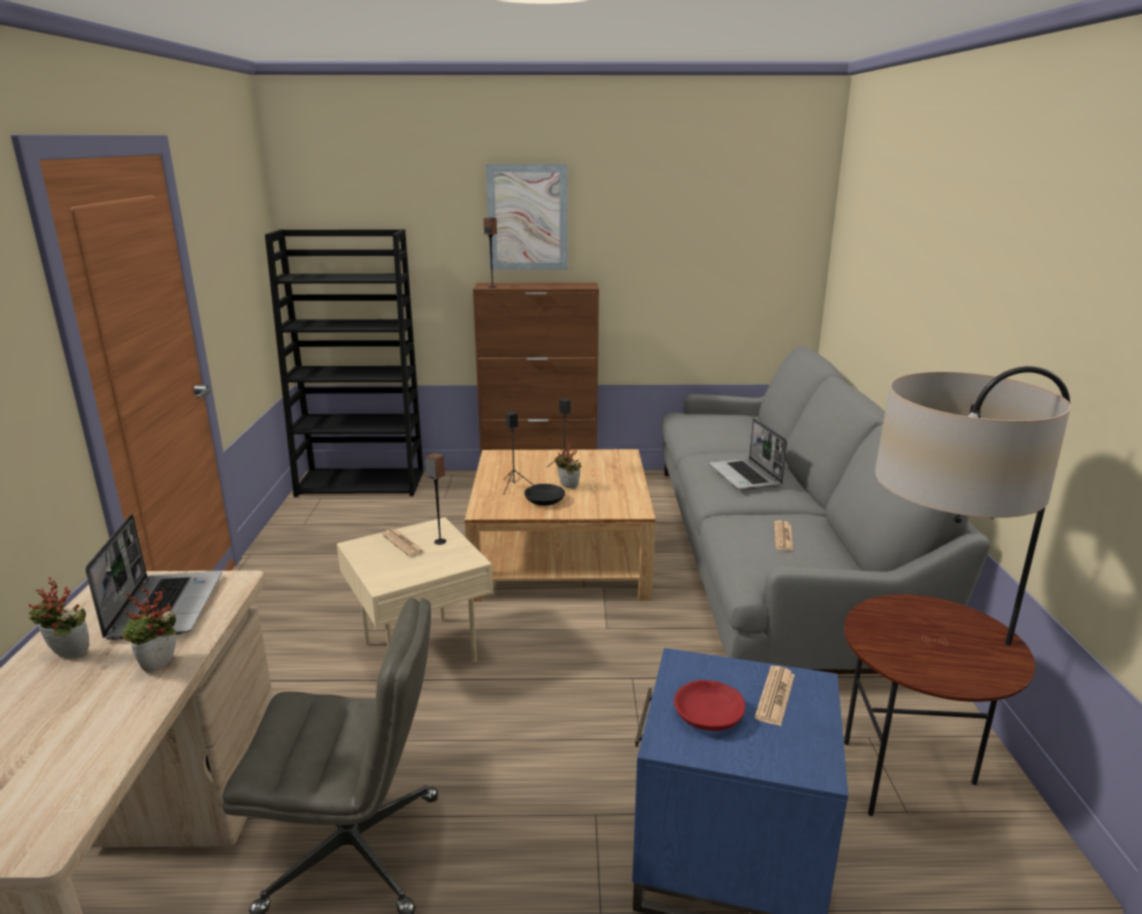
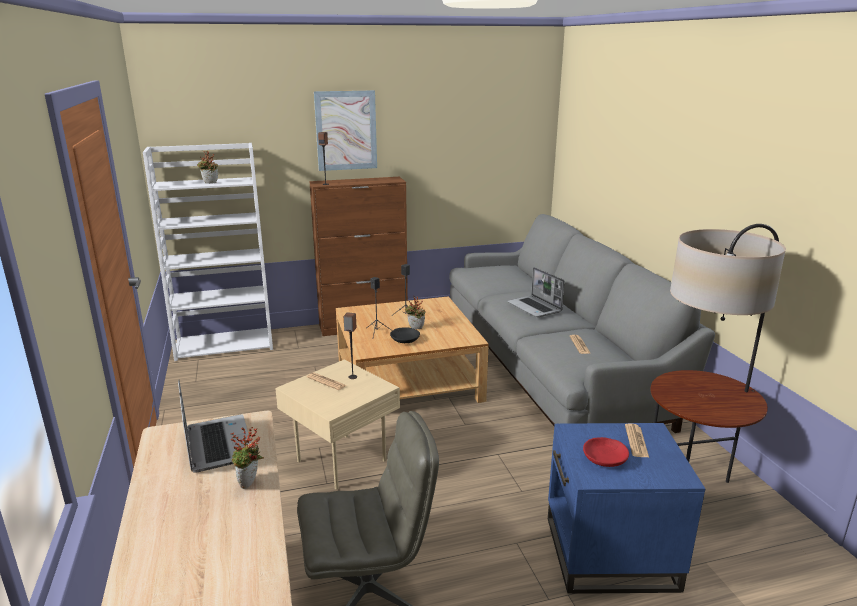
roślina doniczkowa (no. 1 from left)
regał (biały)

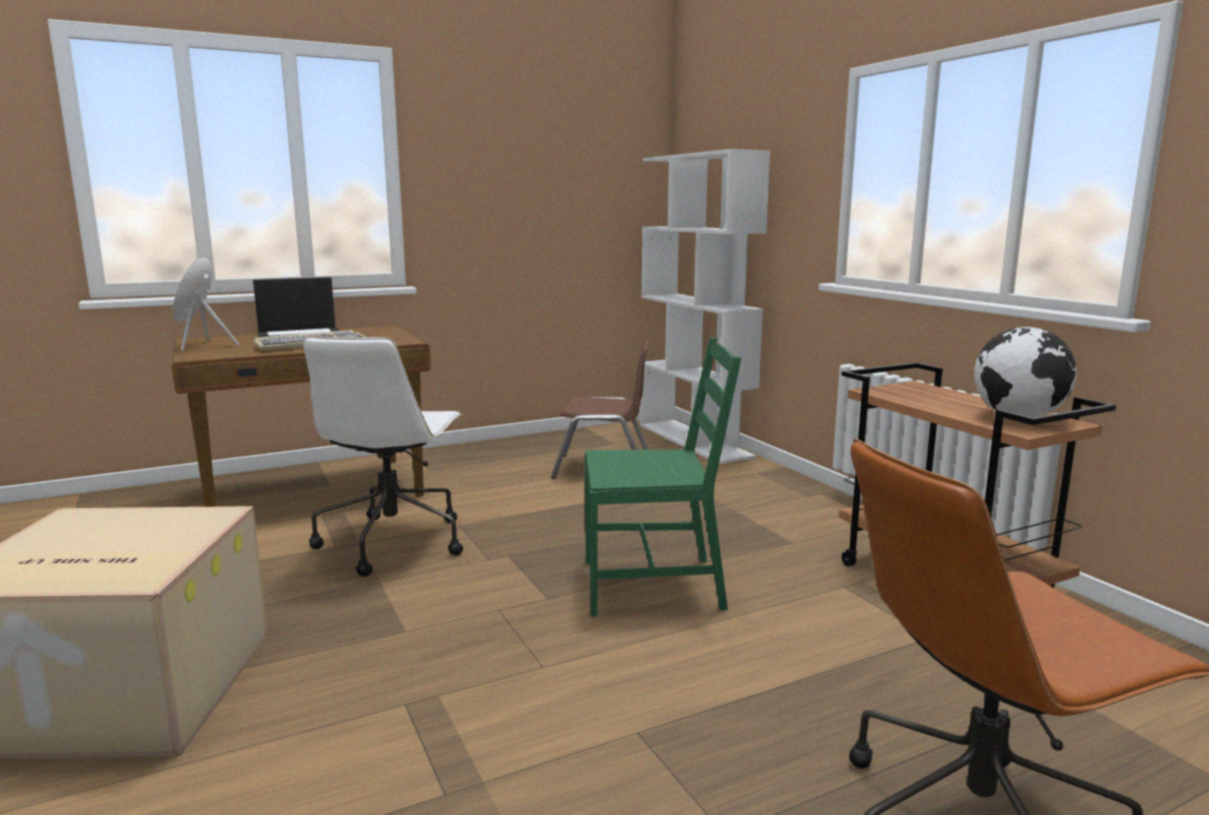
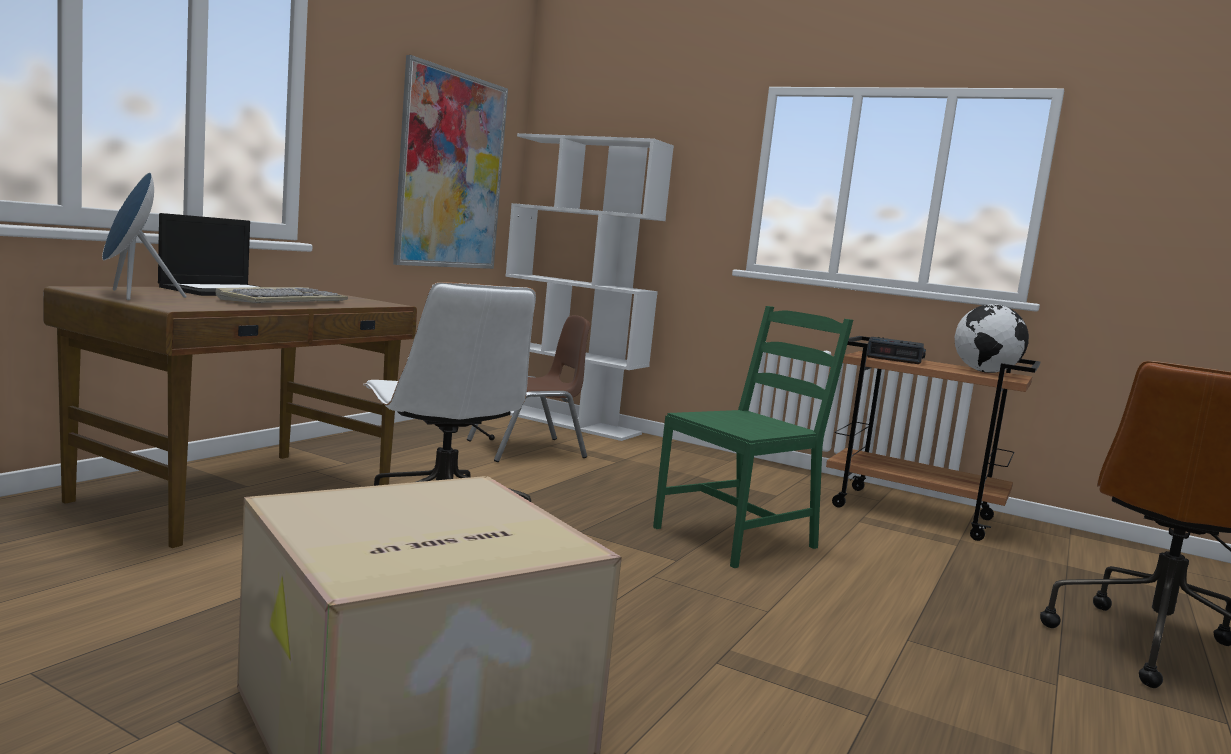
obraz
budzik

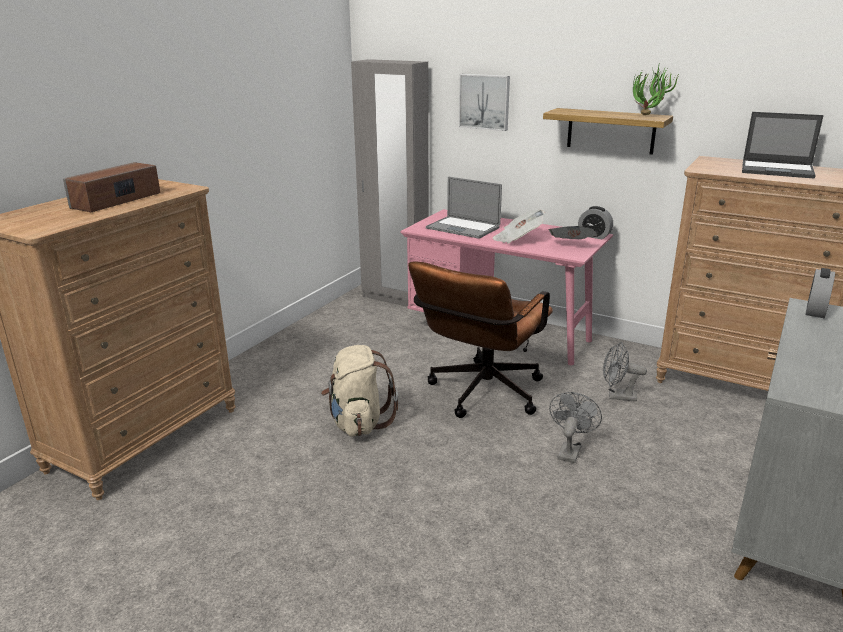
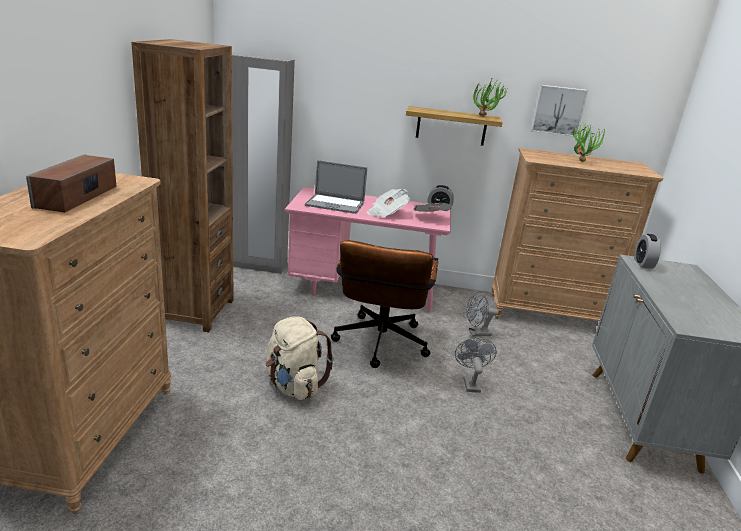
obraz
roślina doniczkowa (no. 2 from left)
regał (brązowy)

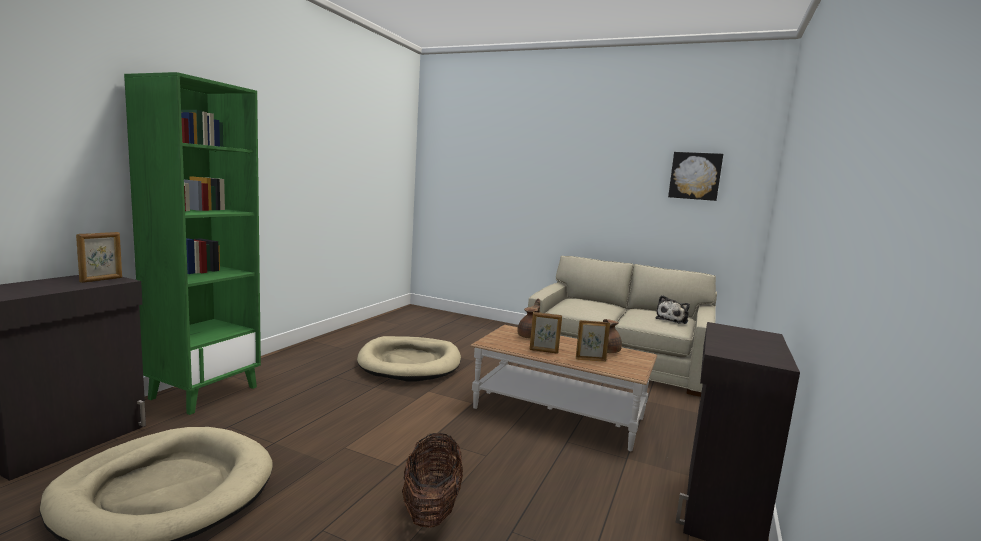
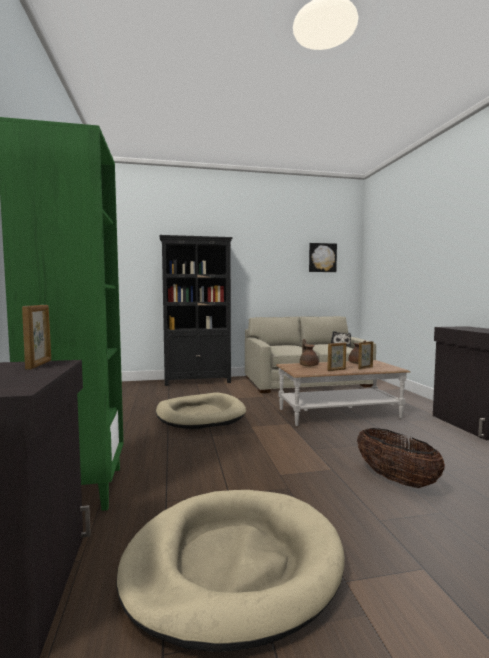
regał (czarny)

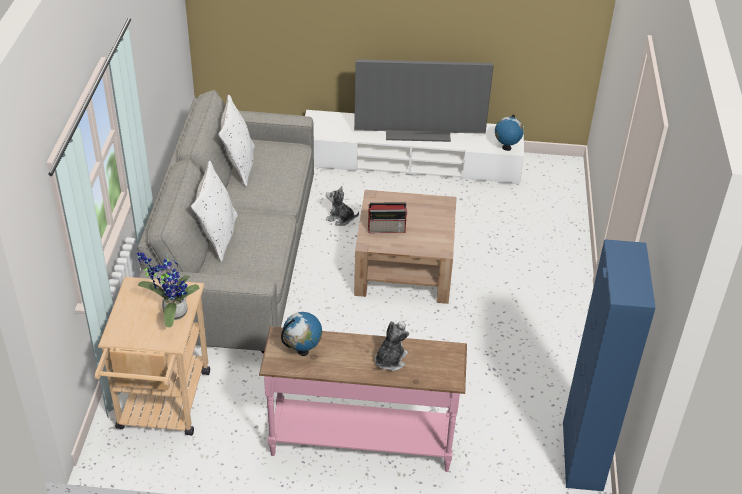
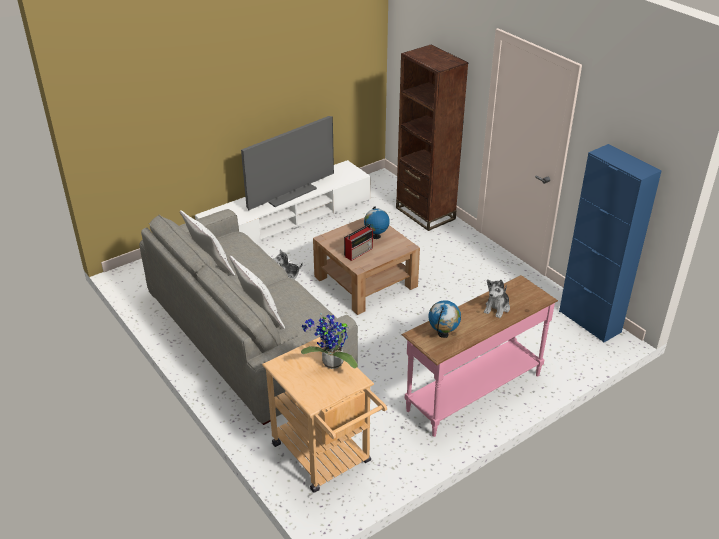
pluszak (no. 2 from left)
globus (no. 1 from left)
regał (brązowy)

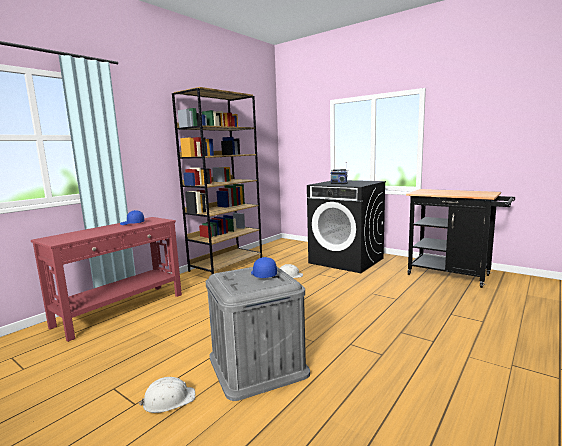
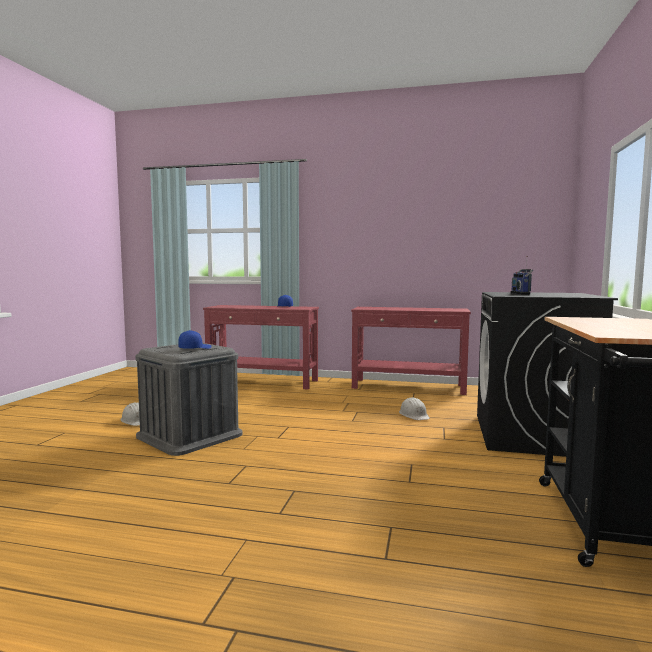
stolik konsolowy (czerwony) (no. 2 from left)

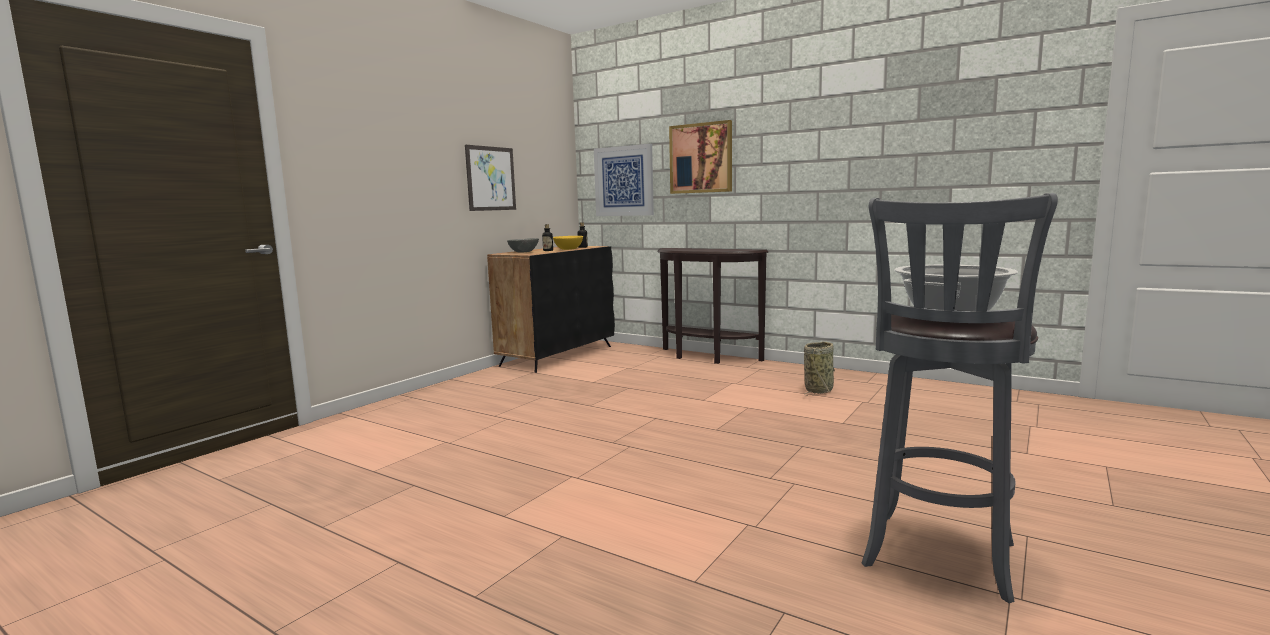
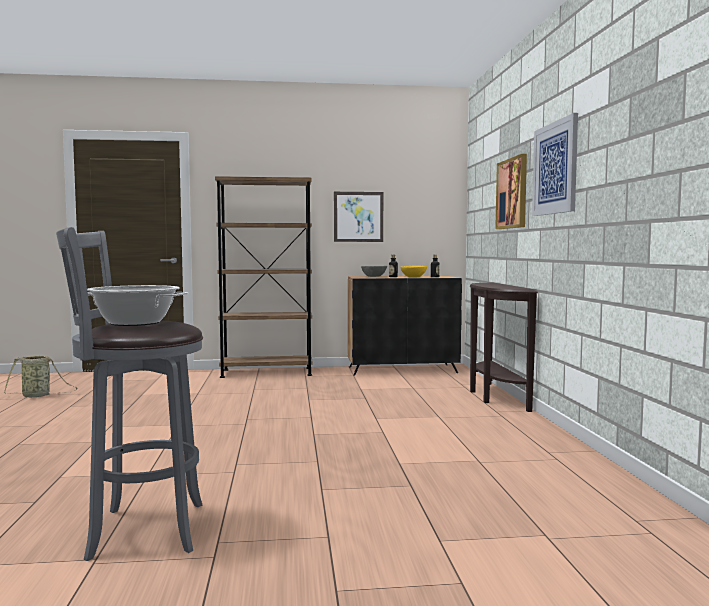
obraz (no. 3 from left)
koszyk
regał (brązowy)

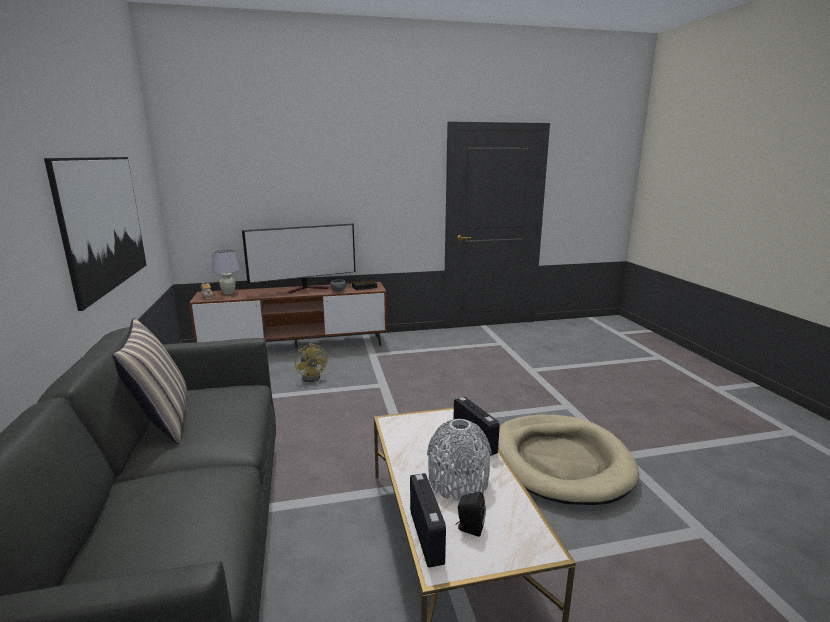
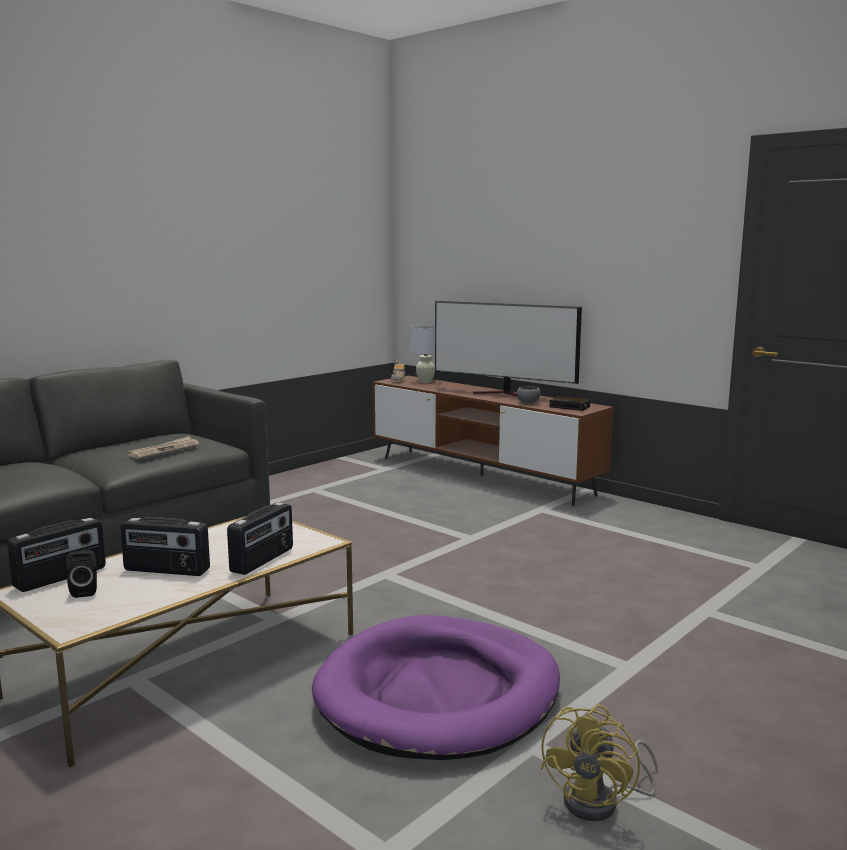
obraz
poduszka
wentylator (żółty)
radio (no. 2 from left)
legowisko (fioletowy)
gazeta

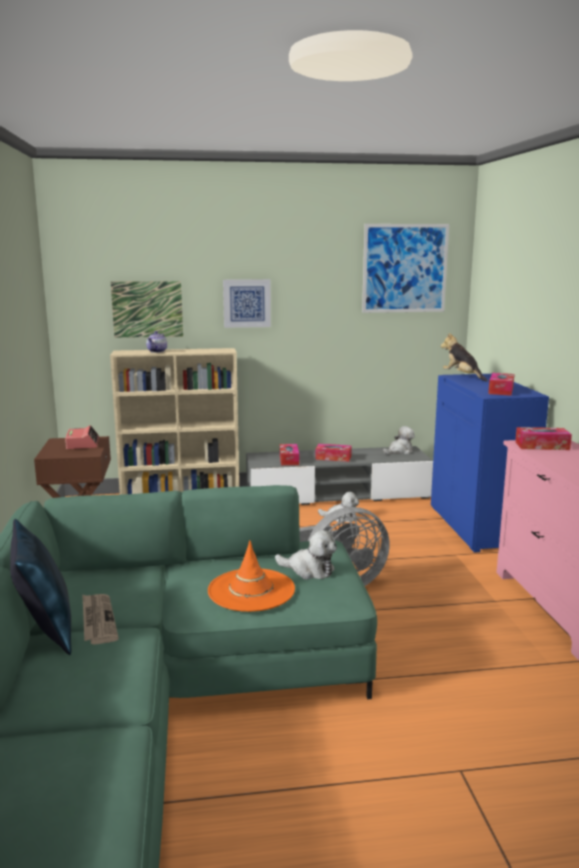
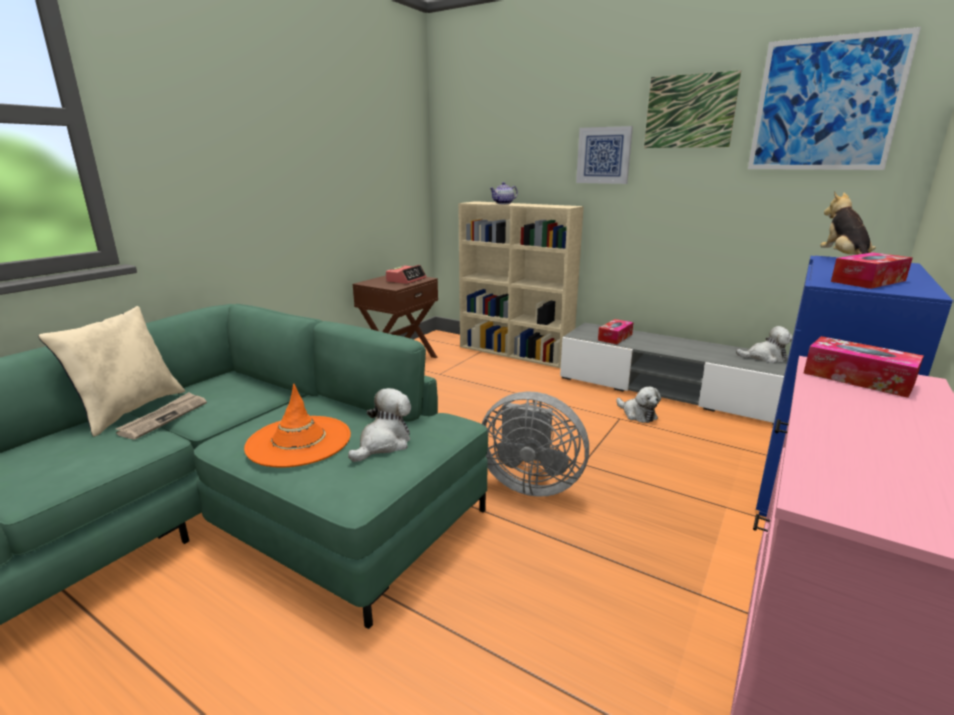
poduszka (beżowy)
obraz (no. 2 from left)
pluszak (no. 1 from left)
pudełko chusteczek (no. 2 from left in the first image)

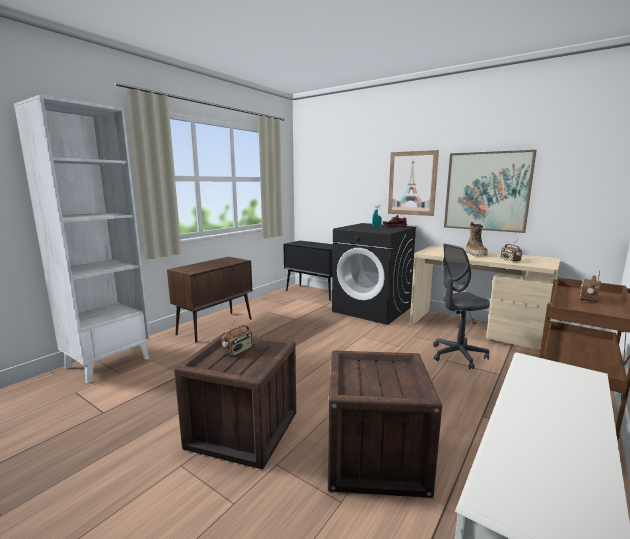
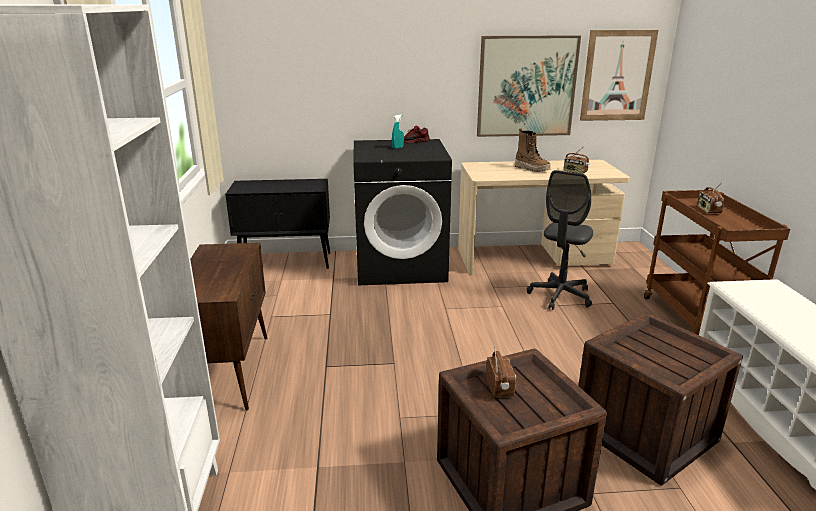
obraz (no. 2 from left)

